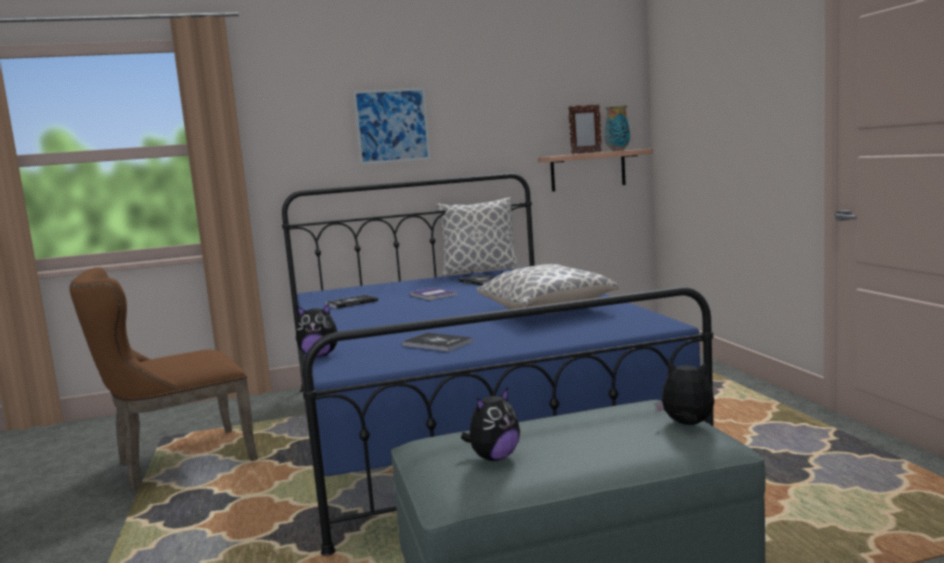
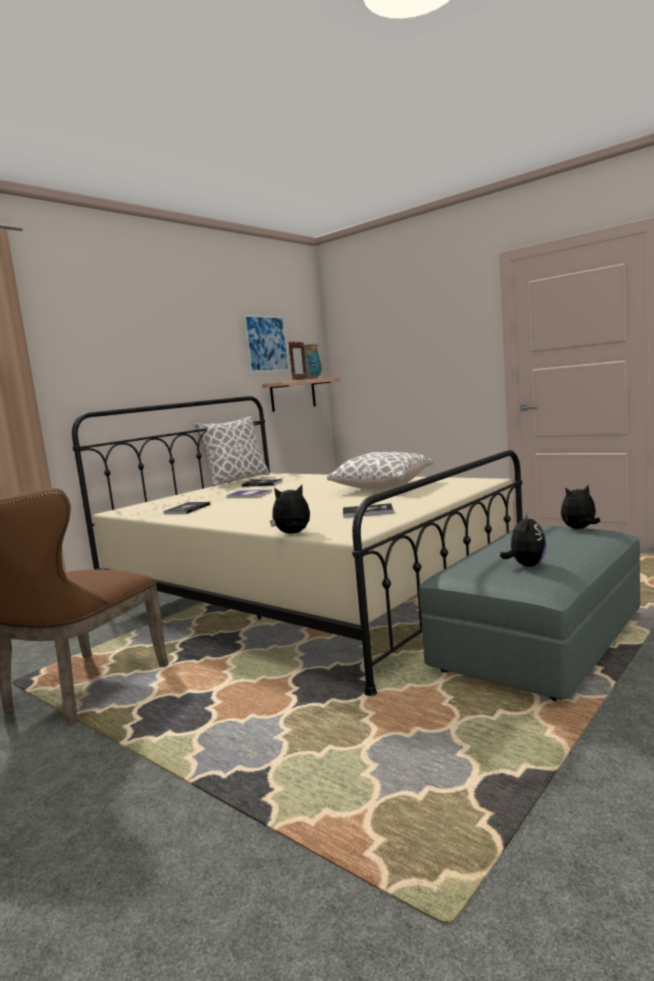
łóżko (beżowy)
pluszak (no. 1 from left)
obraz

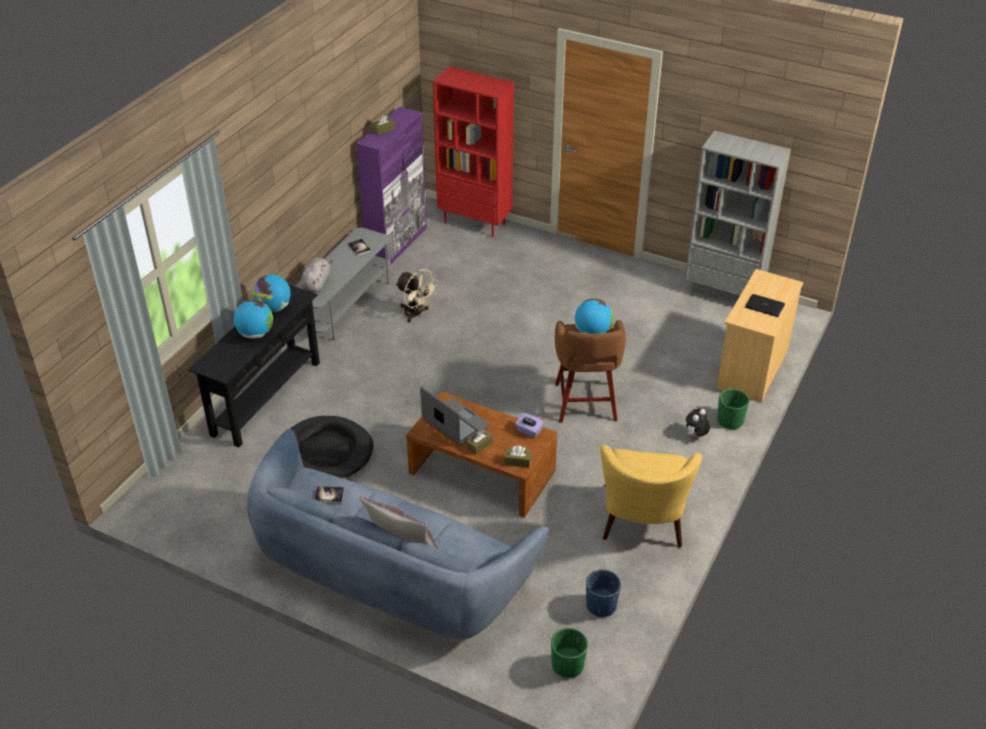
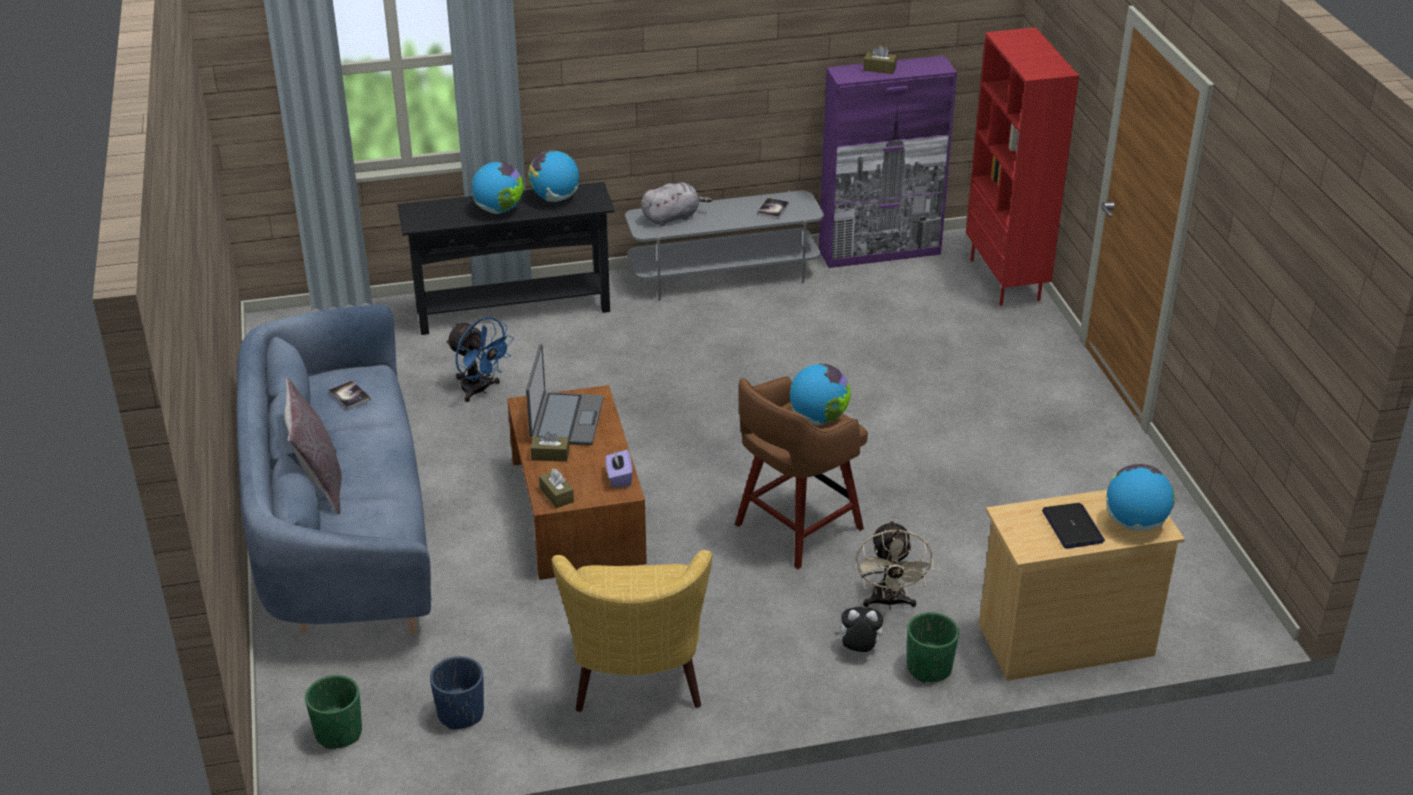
wentylator (niebieski)
wentylator (beżowy)
fotel (żółty)
regał (szary)
globus (no. 4 from left)

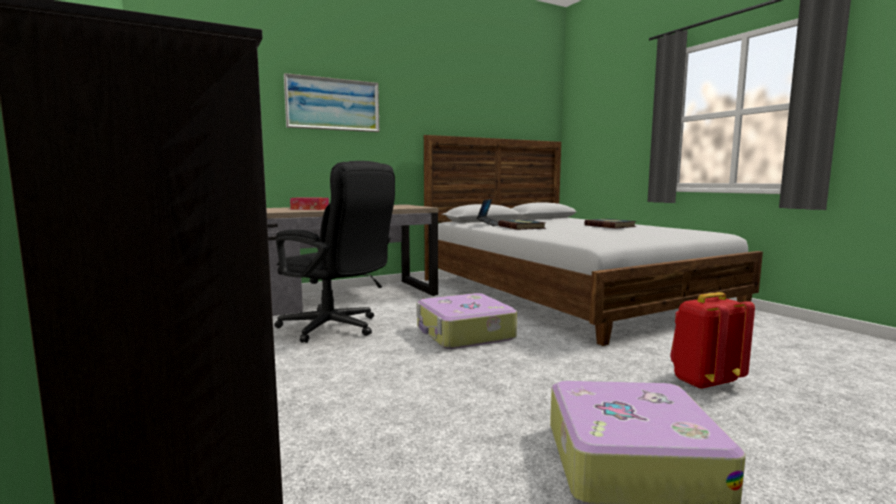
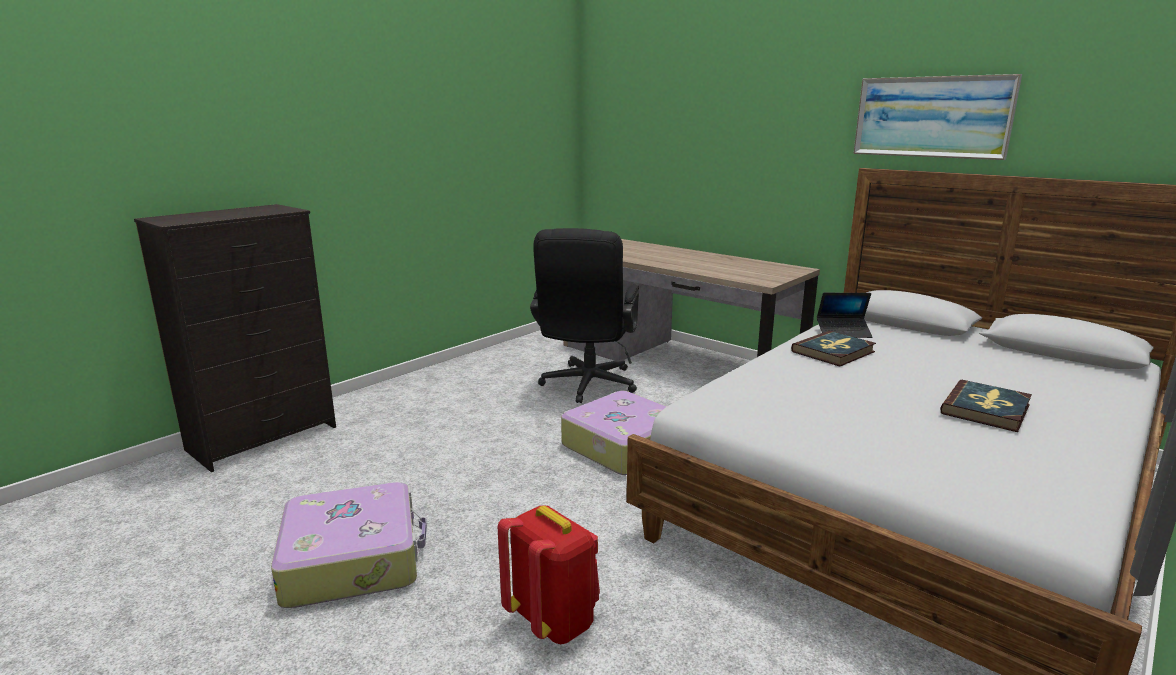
obraz
pudełko chusteczek

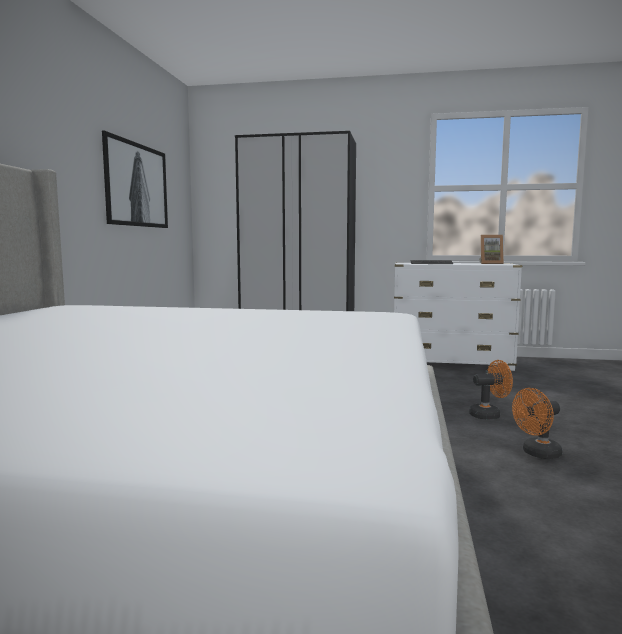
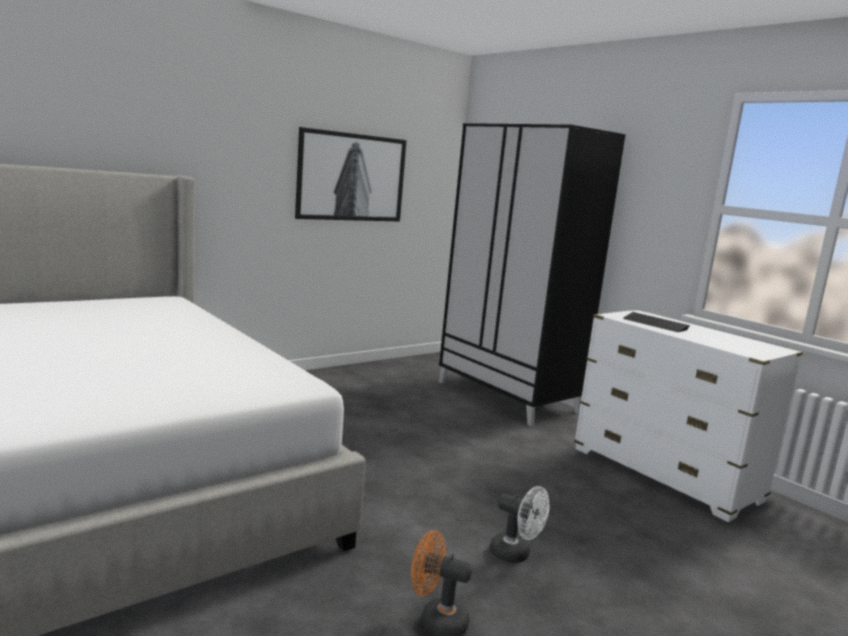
wentylator (biały)
ramka na zdjęcie

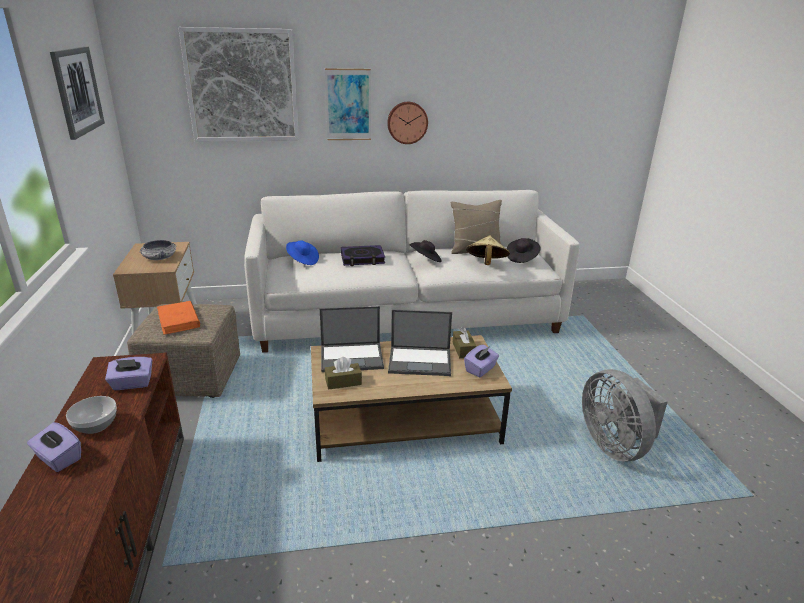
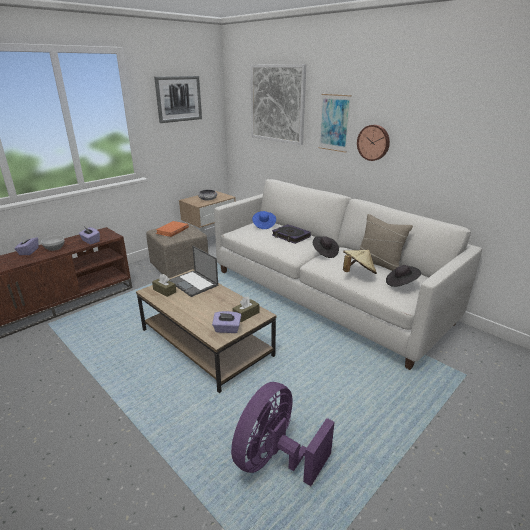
laptop (no. 2 from left in the first image)
wentylator (fioletowy)

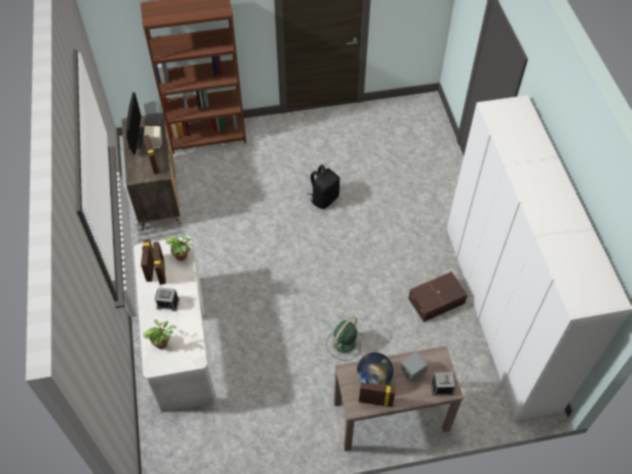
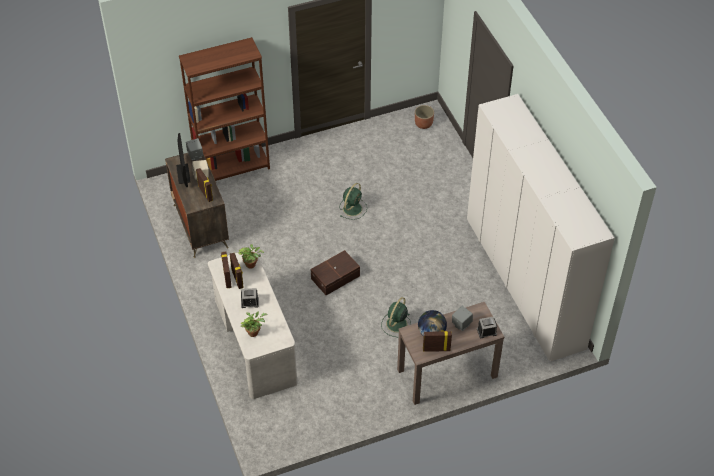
wentylator (zielony) (no. 1 from left)
pojemnik do przechowywania (brązowy)
donica

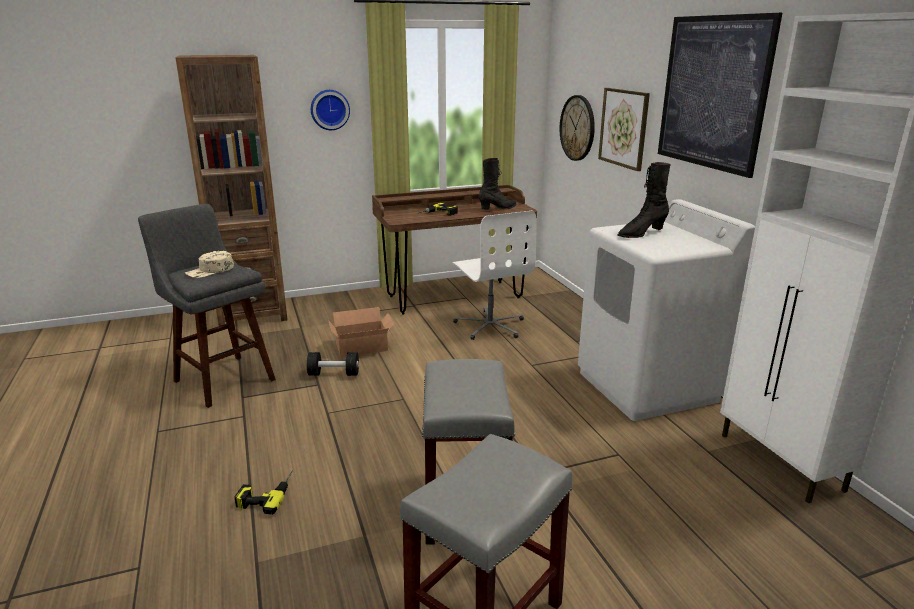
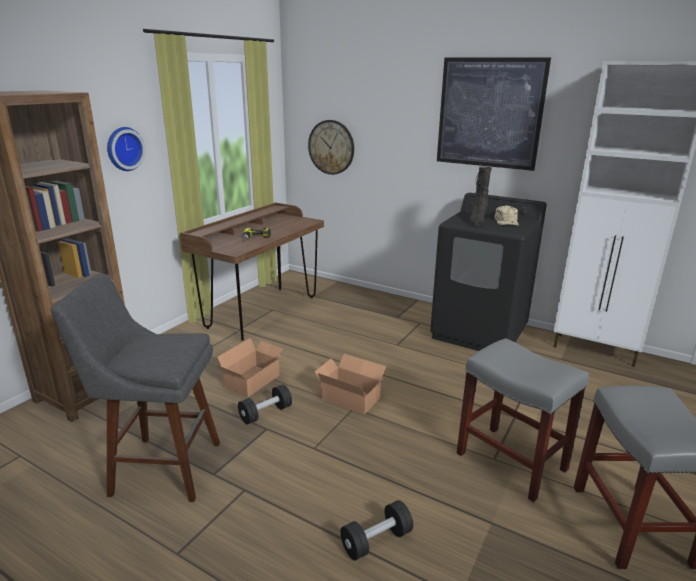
czapka z daszkiem (beżowy)
hantel (czarny) (no. 2 from left)
krzesło biurowe (biały)
but z cholewką (czarny) (no. 1 from left in the first image)
pralka (czarny)
obraz (no. 1 from left in the first image)
karton (no. 2 from left)

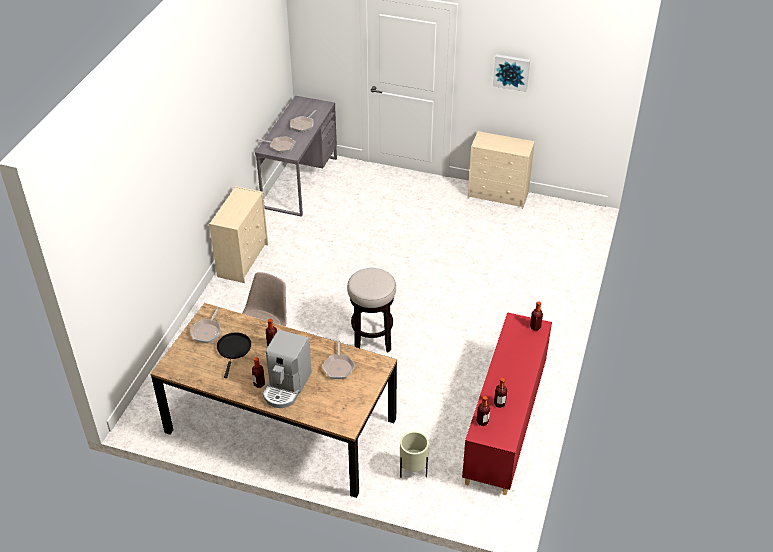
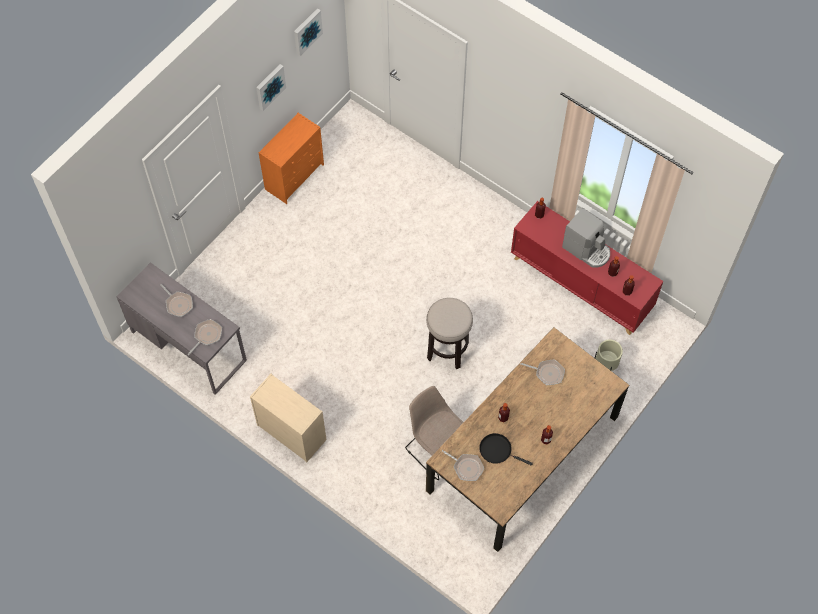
ekspres do kawy
komoda (pomarańczowy)
obraz (no. 2 from left)

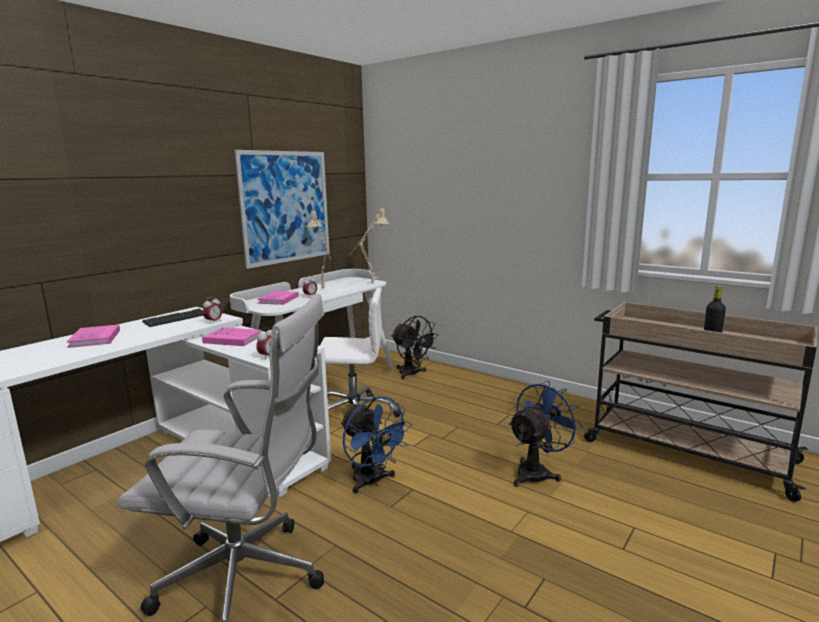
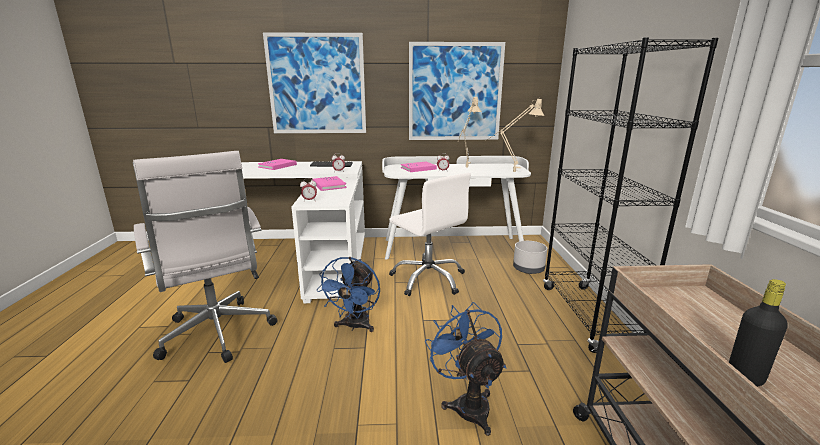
donica (szary)
wentylator (niebieski) (no. 2 from left)
obraz (no. 1 from left)
regał (czarny)

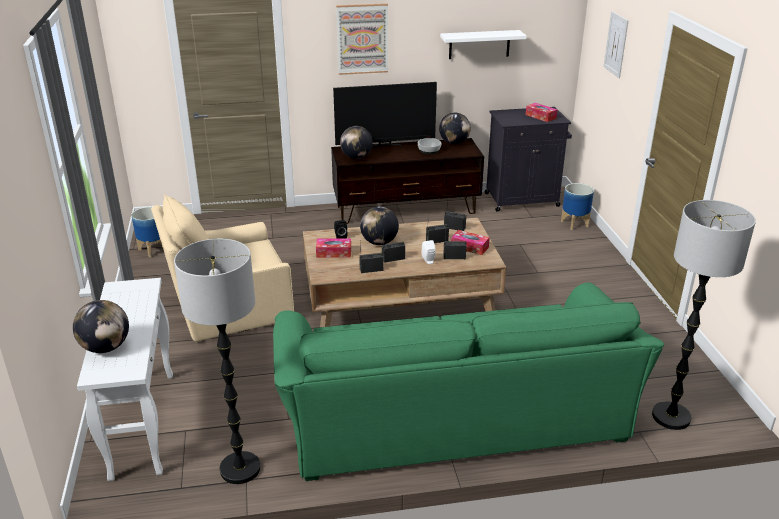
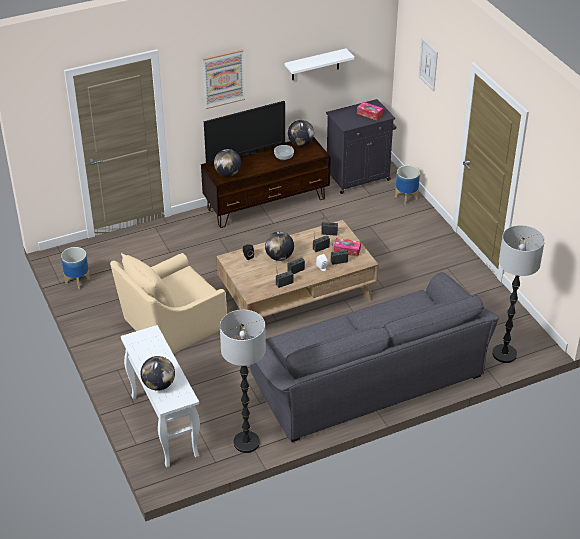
kanapa (szary)
pudełko chusteczek (no. 1 from left in the first image)

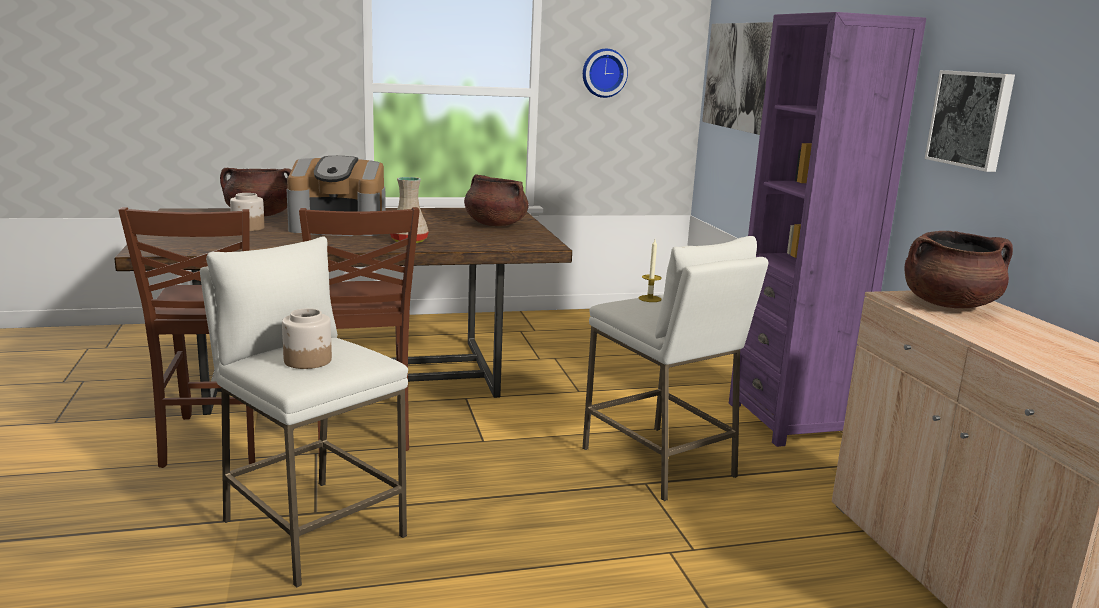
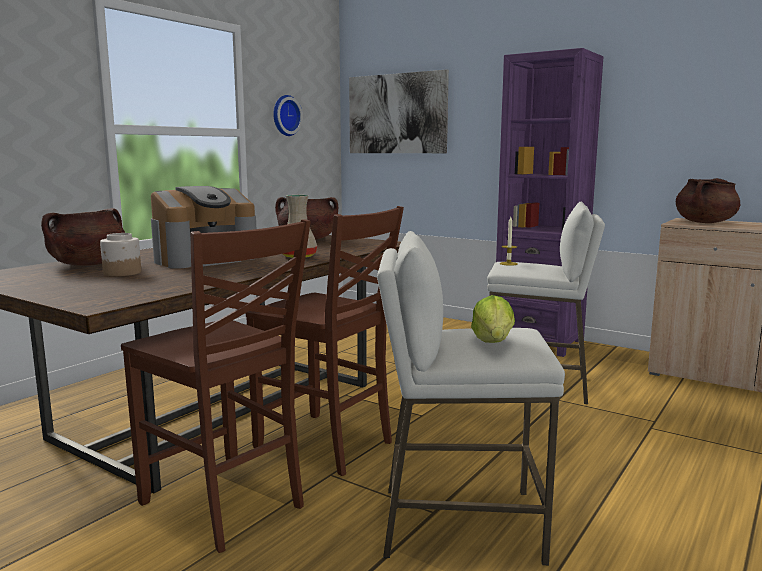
sałata
obraz (no. 2 from left in the first image)

